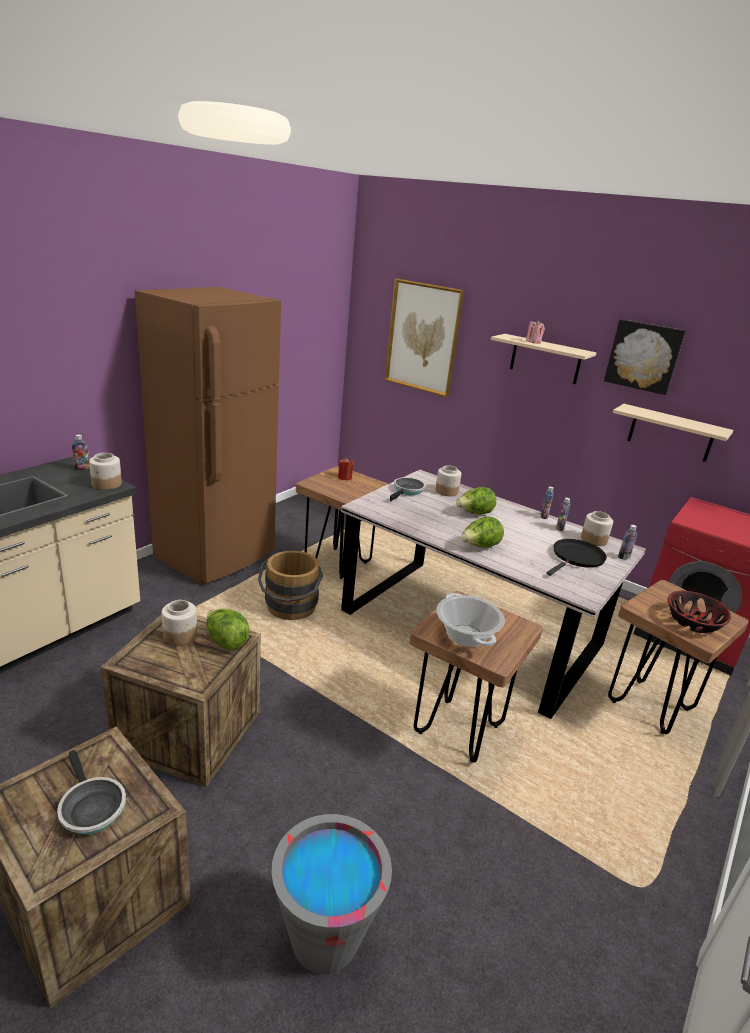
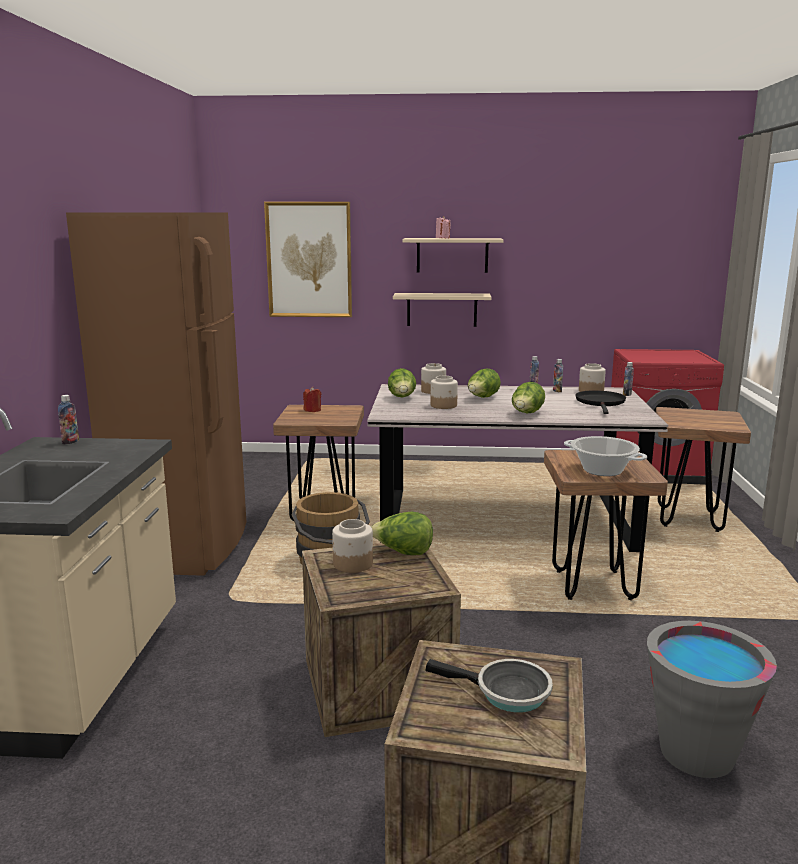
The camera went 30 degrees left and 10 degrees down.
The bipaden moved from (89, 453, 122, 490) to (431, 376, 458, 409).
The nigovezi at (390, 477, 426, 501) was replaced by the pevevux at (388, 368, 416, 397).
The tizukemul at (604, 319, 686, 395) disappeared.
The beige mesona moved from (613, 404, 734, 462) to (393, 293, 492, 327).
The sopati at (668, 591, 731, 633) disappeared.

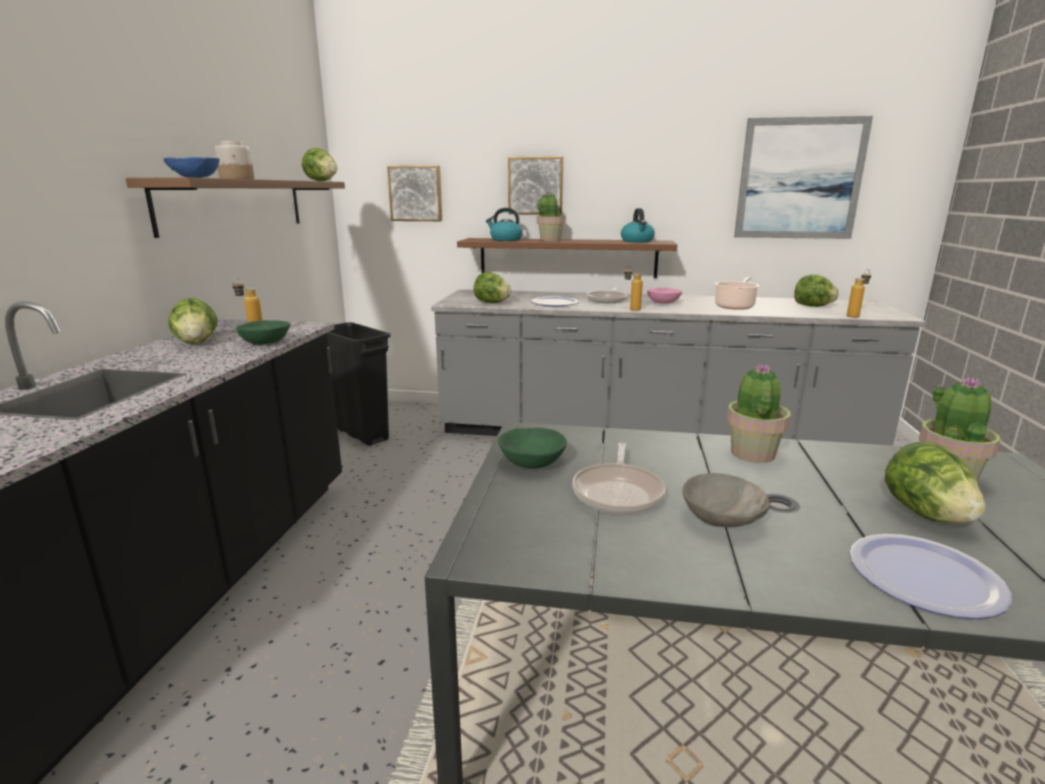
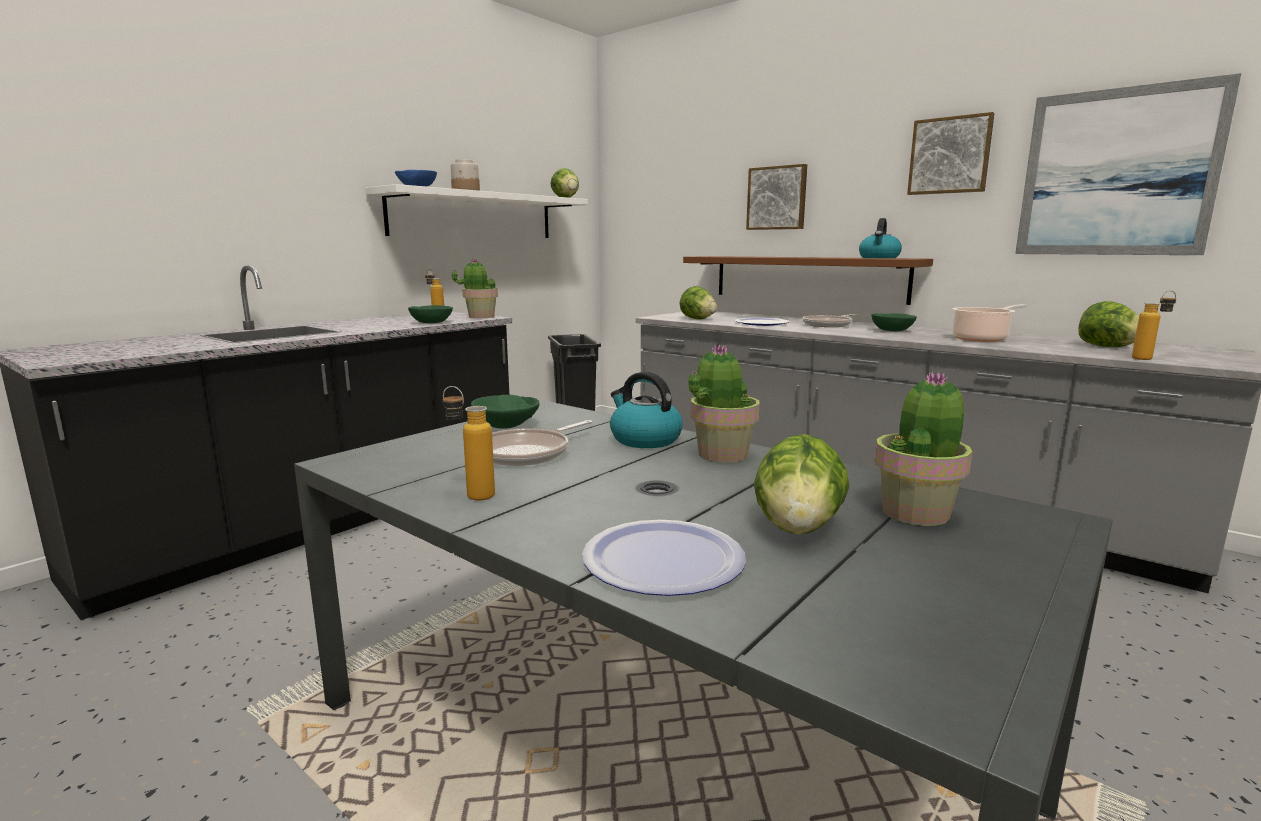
The camera went 30 degrees right and 5 degrees down.
The brown mesona at (126, 178, 345, 238) became the white mesona at (365, 184, 588, 238).
The pevevux at (168, 298, 217, 344) disappeared.
The tizukemul moved from (387, 166, 442, 221) to (907, 112, 994, 195).
The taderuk moved from (486, 208, 523, 241) to (610, 372, 683, 448).
The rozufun moved from (537, 191, 565, 241) to (452, 260, 498, 318).
The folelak moved from (624, 266, 643, 311) to (443, 386, 495, 501).
The pink sopati at (647, 288, 682, 304) became the green sopati at (871, 313, 917, 331).
The grey sopati at (682, 473, 770, 527) disappeared.

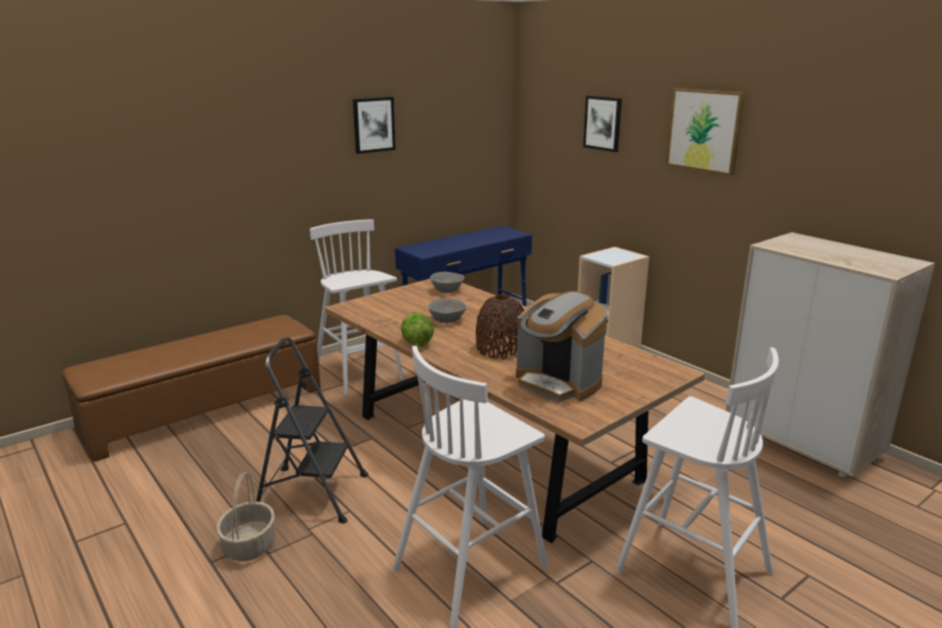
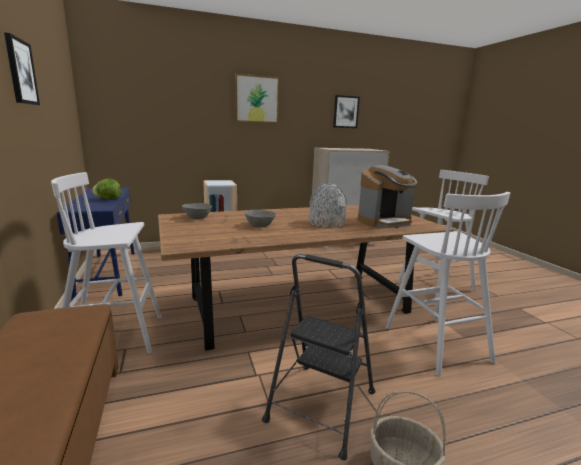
The camera went 70 degrees left and 5 degrees down.
The pevevux moved from (401, 312, 434, 347) to (92, 178, 121, 199).
The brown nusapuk at (476, 295, 524, 359) became the grey nusapuk at (309, 184, 347, 228).
The tizukemul moved from (583, 96, 622, 152) to (333, 95, 360, 128).

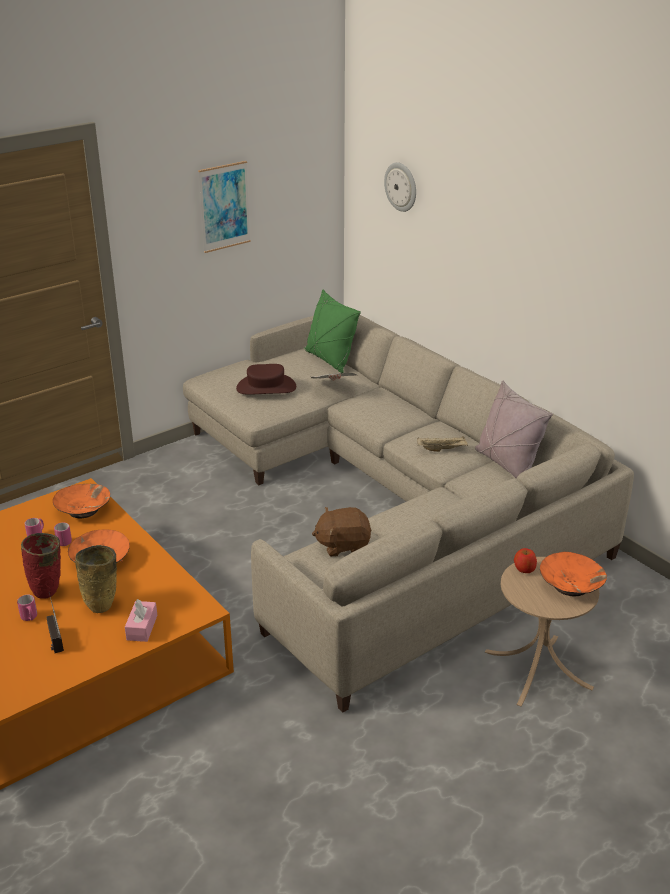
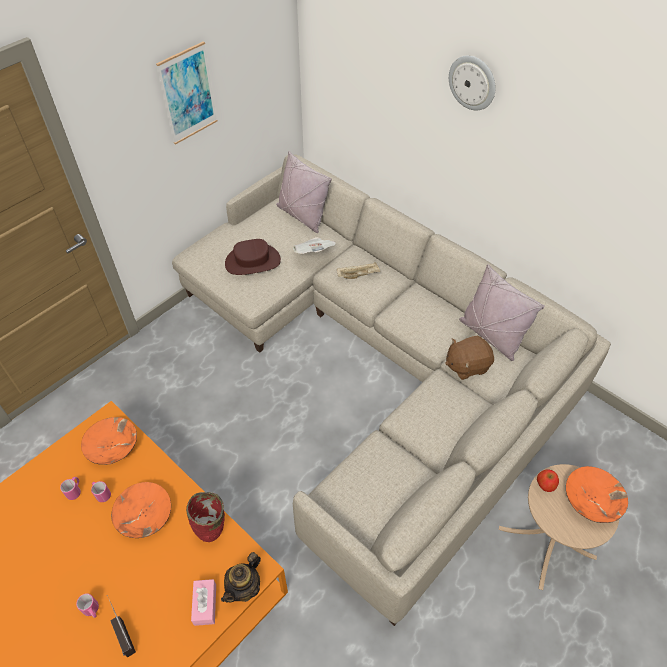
The camera went 10 degrees left and 20 degrees up.
The red nusapuk moved from (21, 533, 61, 599) to (186, 492, 225, 542).
The beige nusapuk at (75, 545, 117, 613) disappeared.
The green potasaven at (304, 289, 361, 373) became the purple potasaven at (276, 151, 332, 233).
The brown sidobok moved from (312, 507, 372, 557) to (445, 336, 494, 380).
The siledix moved from (384, 162, 416, 212) to (449, 56, 496, 110).
The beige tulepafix moved from (417, 436, 468, 452) to (337, 262, 381, 279).
The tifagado at (221, 552, 261, 603) appeared.

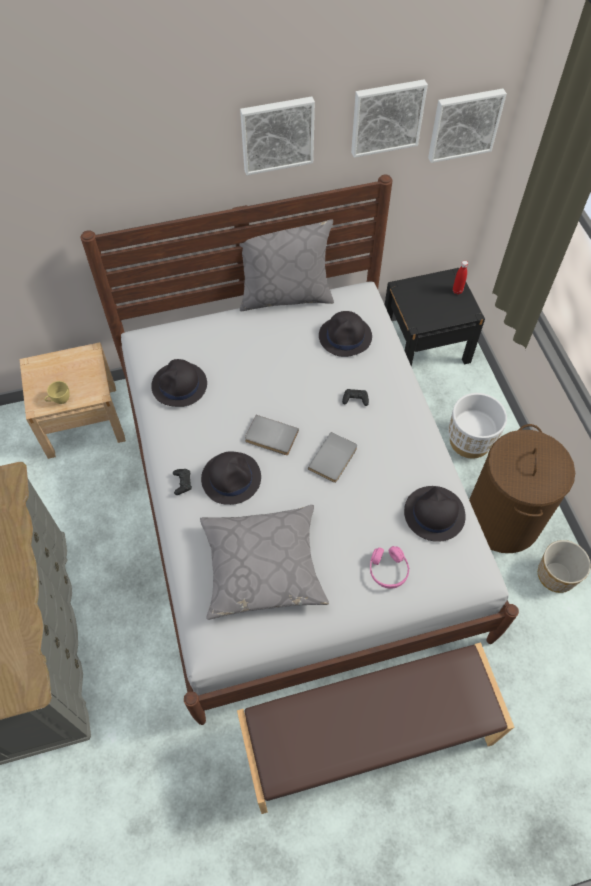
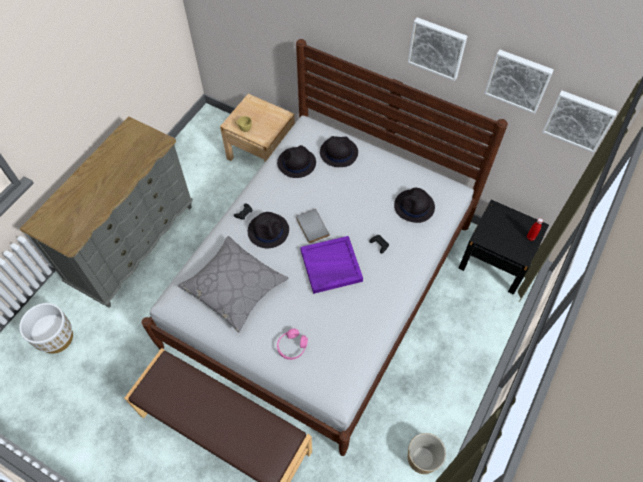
The camera went 45 degrees right and 0 degrees up.
The grey potasaven at (233, 219, 334, 311) disappeared.
The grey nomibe at (308, 432, 357, 483) was replaced by the purple tulepafix at (300, 236, 363, 294).
The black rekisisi moved from (404, 486, 466, 542) to (320, 136, 358, 167).
The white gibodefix moved from (448, 393, 507, 459) to (19, 303, 73, 354).
The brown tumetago at (469, 424, 575, 553) disappeared.

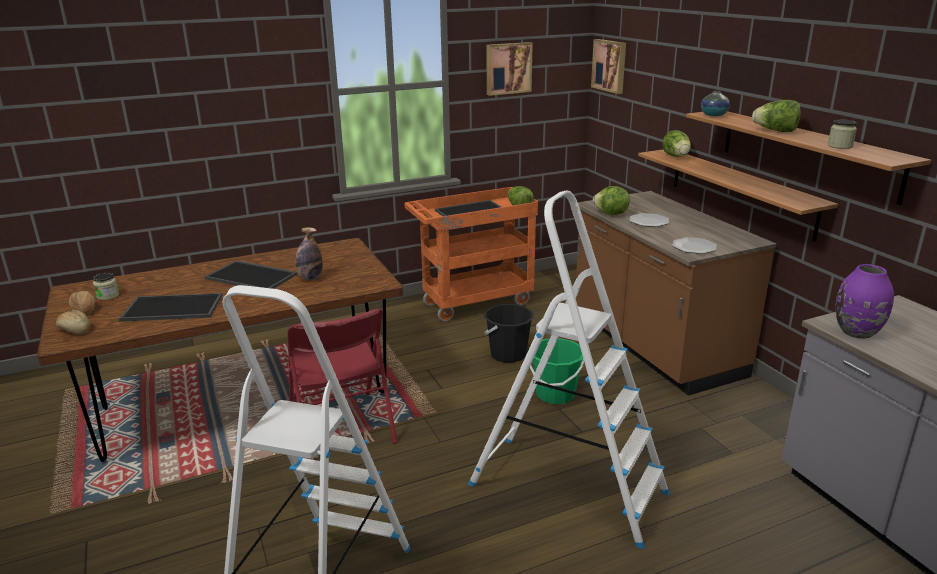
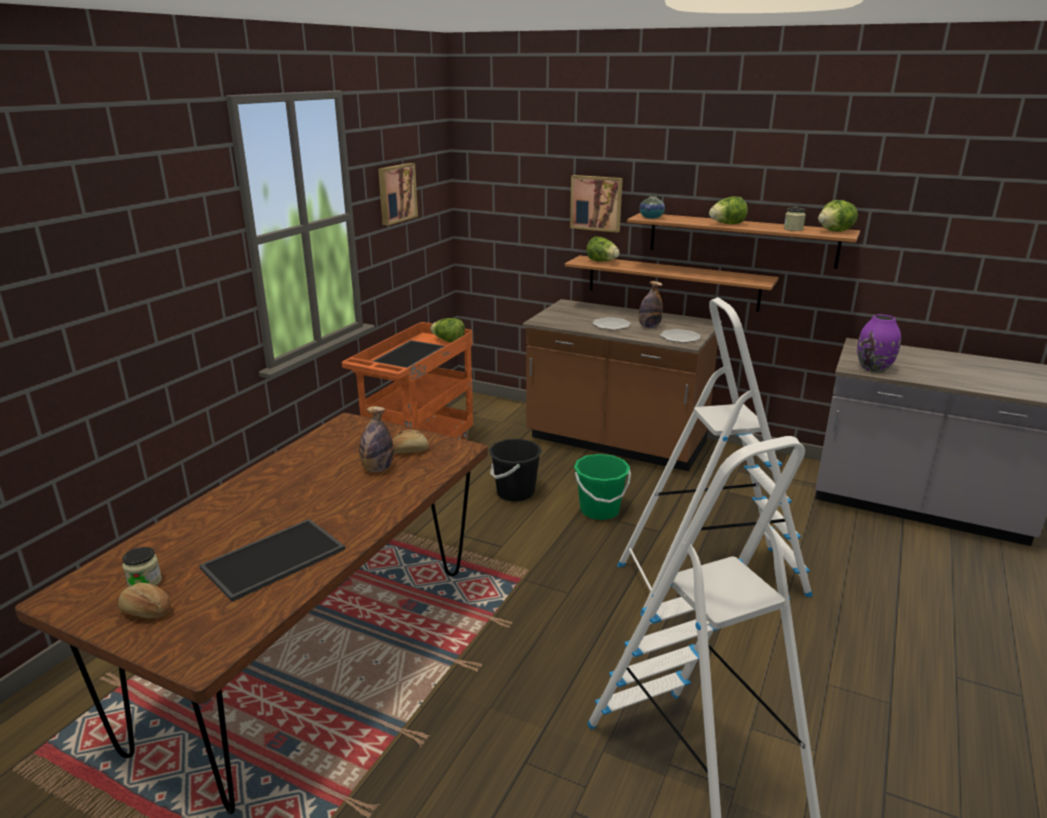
The camera went 40 degrees left and 0 degrees up.
The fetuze moved from (56, 310, 90, 335) to (392, 430, 429, 453).
The tulepafix at (205, 260, 298, 289) disappeared.
The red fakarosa at (288, 309, 398, 459) disappeared.
The tizukemul moved from (591, 39, 626, 94) to (570, 175, 623, 233).
The pevevux moved from (593, 186, 630, 215) to (818, 200, 858, 232).
The folelak at (638, 281, 663, 328) appeared.

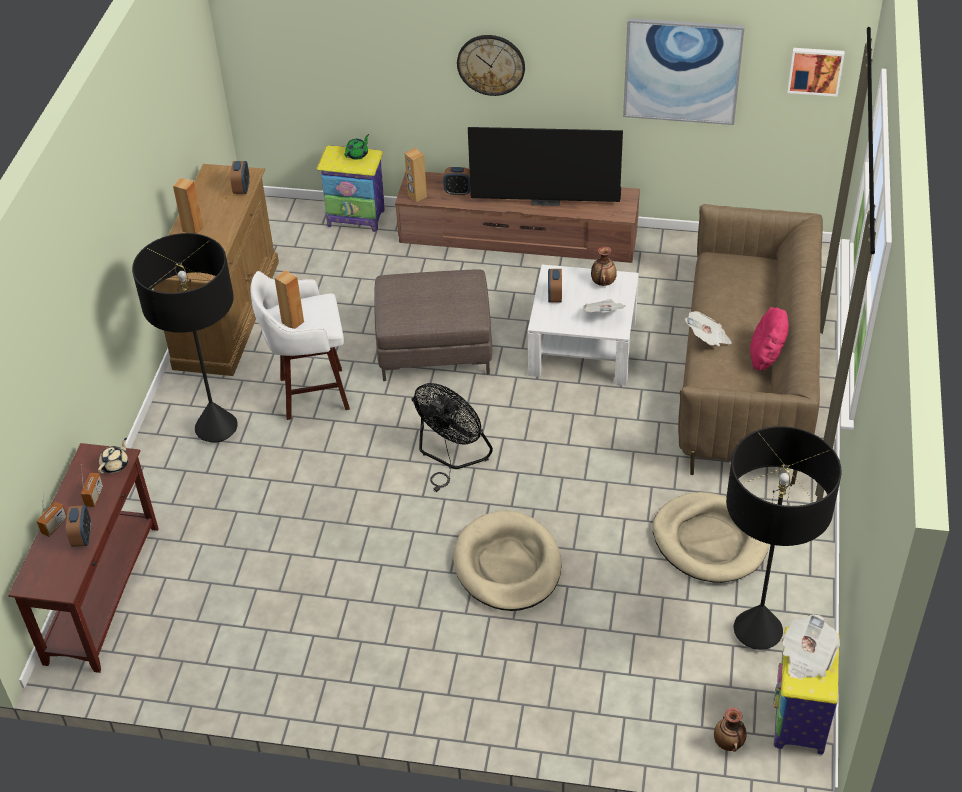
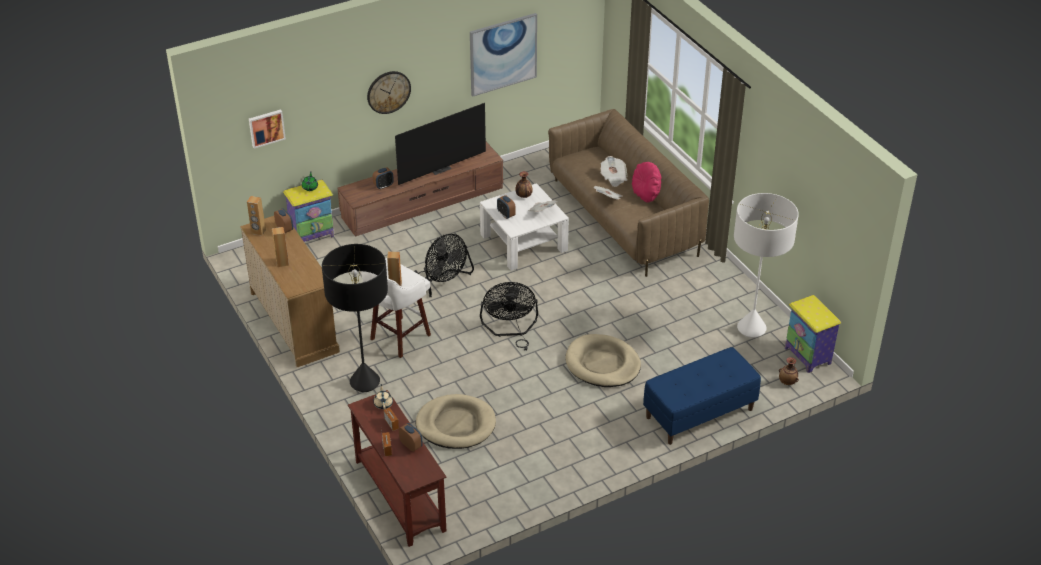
The camera went 40 degrees left and 5 degrees down.
The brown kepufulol at (374, 269, 492, 381) was replaced by the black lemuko at (414, 234, 474, 297).
The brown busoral moved from (405, 148, 427, 202) to (247, 196, 266, 236).
The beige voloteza moved from (653, 492, 769, 583) to (416, 394, 496, 449).
The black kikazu at (726, 426, 842, 650) became the white kikazu at (734, 193, 799, 338).
The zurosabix moved from (782, 614, 840, 678) to (601, 156, 628, 187).
The tizukemul moved from (787, 48, 844, 97) to (249, 109, 286, 148).
The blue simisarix at (643, 347, 761, 445) appeared.

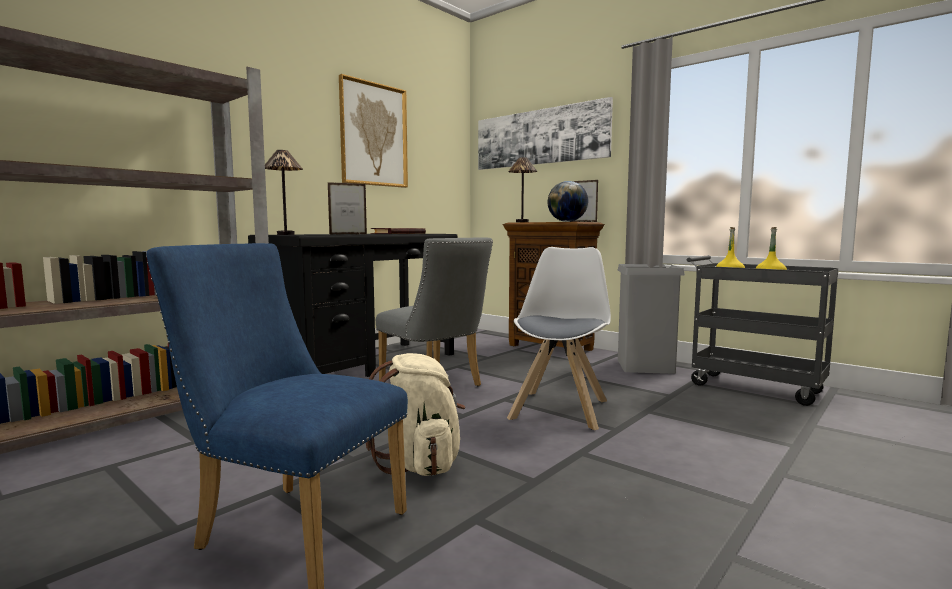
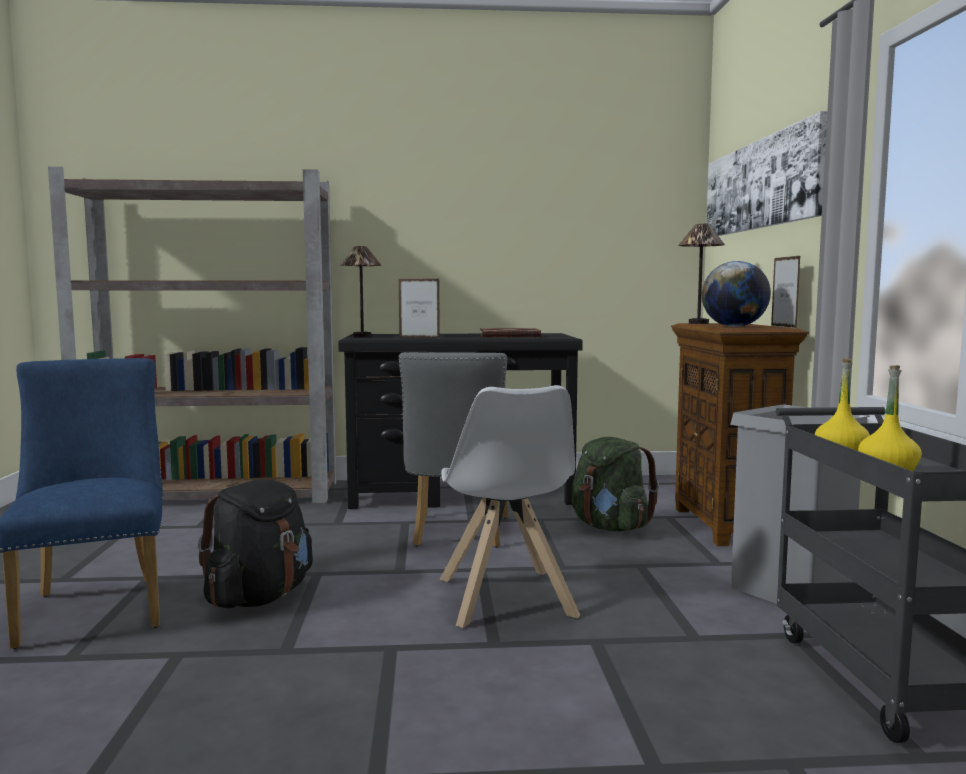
The camera went 45 degrees right and 0 degrees up.
The tizukemul at (339, 74, 408, 188) disappeared.
The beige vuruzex at (366, 353, 465, 476) became the black vuruzex at (198, 479, 313, 608).
The fakarosa at (507, 247, 611, 430) turned 105 degrees clockwise.
The green vuruzex at (572, 437, 659, 532) appeared.

